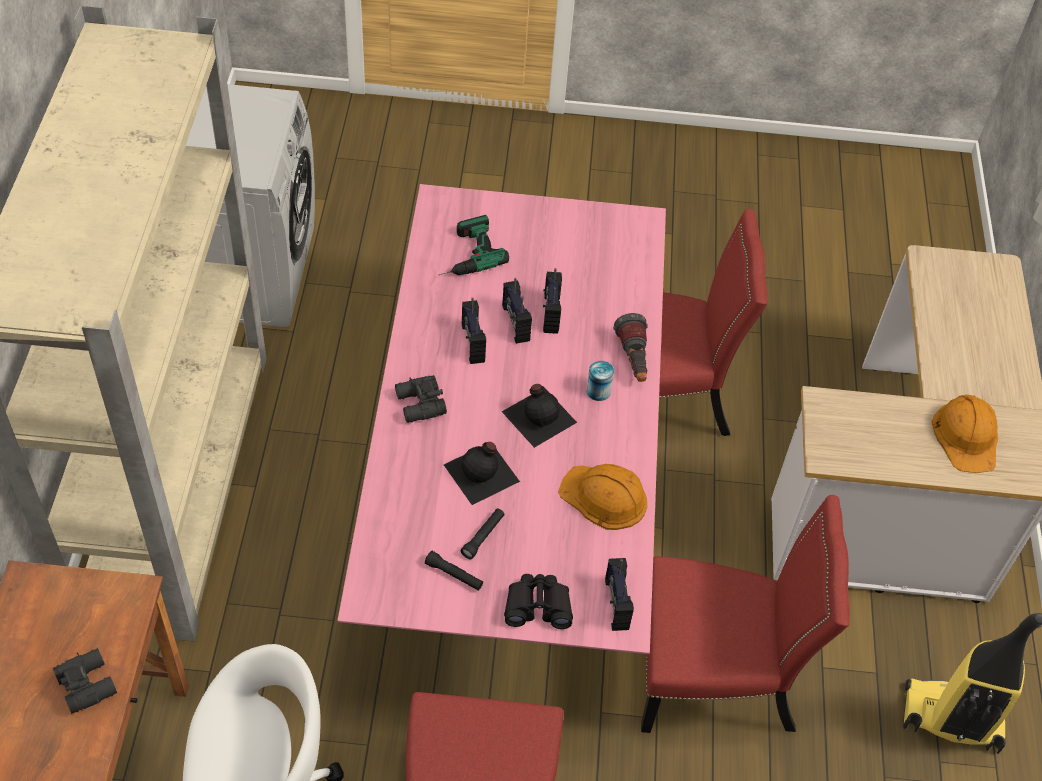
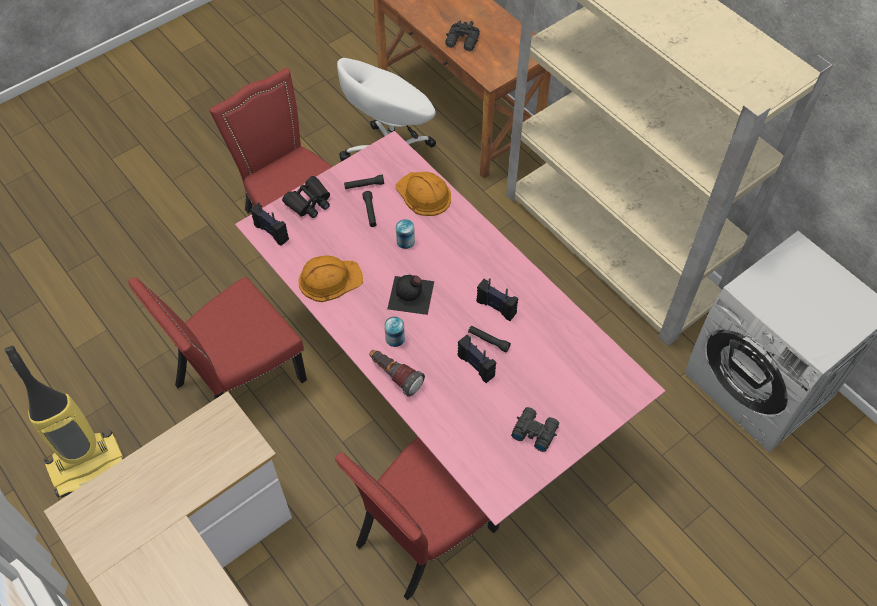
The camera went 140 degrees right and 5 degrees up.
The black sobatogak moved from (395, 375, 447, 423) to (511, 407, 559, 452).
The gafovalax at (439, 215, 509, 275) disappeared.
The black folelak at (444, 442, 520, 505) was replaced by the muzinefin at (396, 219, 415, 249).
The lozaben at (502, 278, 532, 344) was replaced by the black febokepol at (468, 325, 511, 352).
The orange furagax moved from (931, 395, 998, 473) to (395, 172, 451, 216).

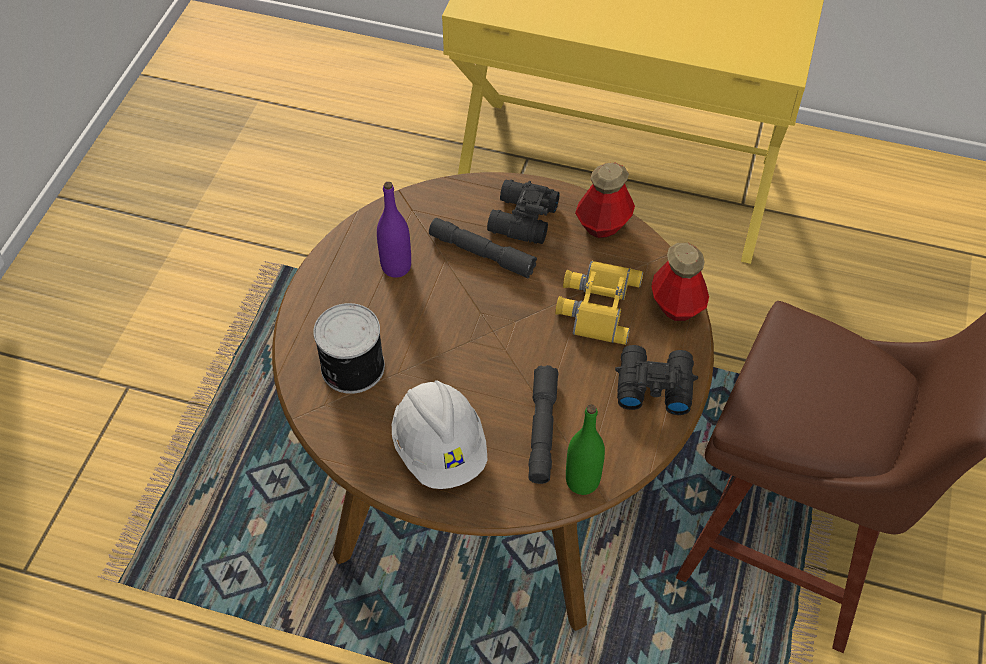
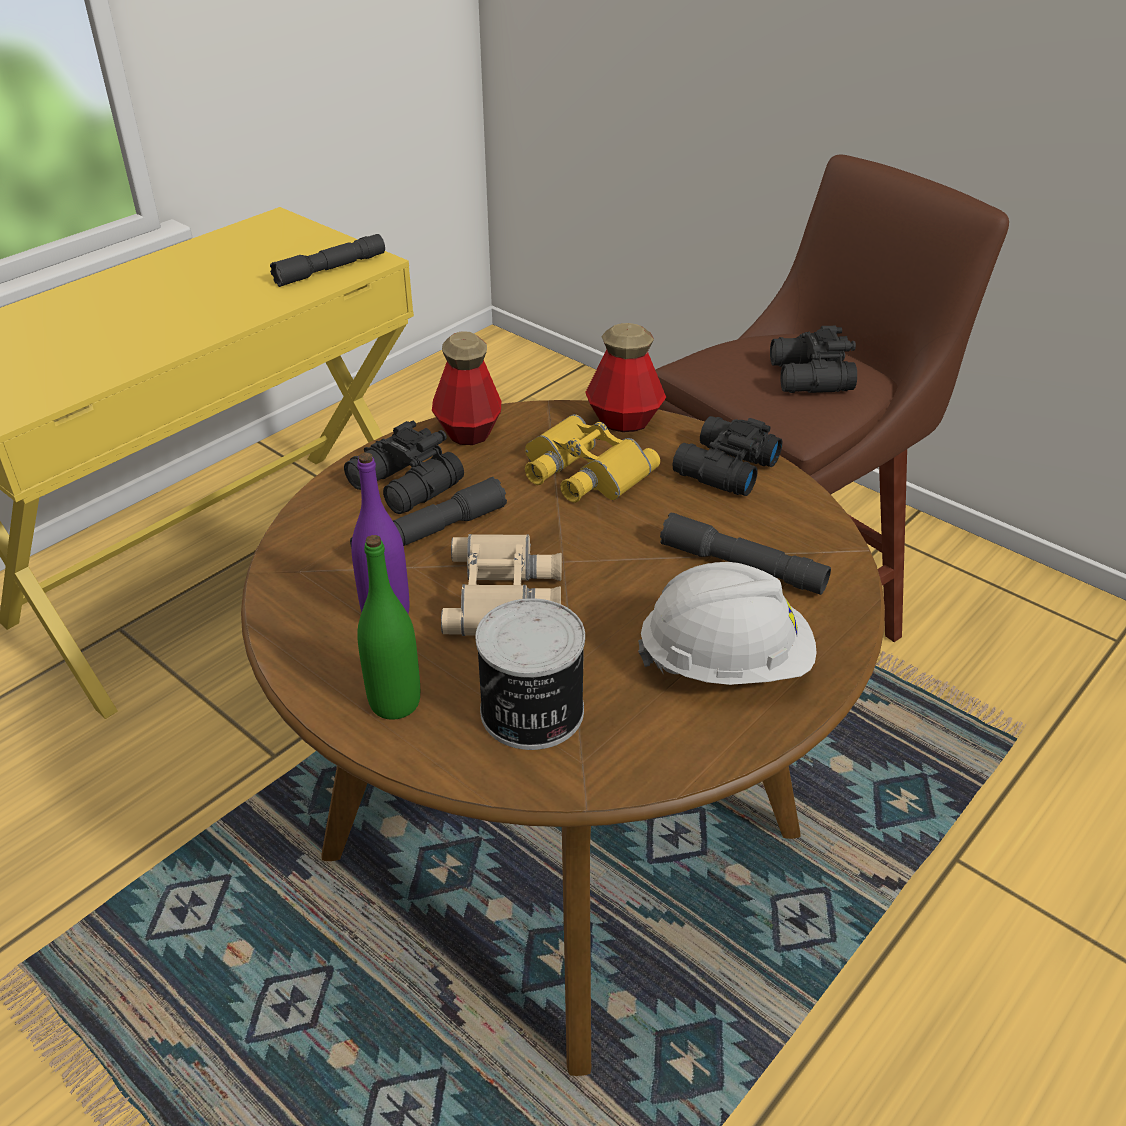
The camera went 65 degrees left and 15 degrees down.
The green folelak moved from (566, 404, 605, 495) to (357, 535, 420, 720).
The grey febokepol at (270, 234, 385, 287) appeared.
The beige sobatogak at (441, 534, 562, 636) appeared.
The black sobatogak at (770, 326, 857, 393) appeared.

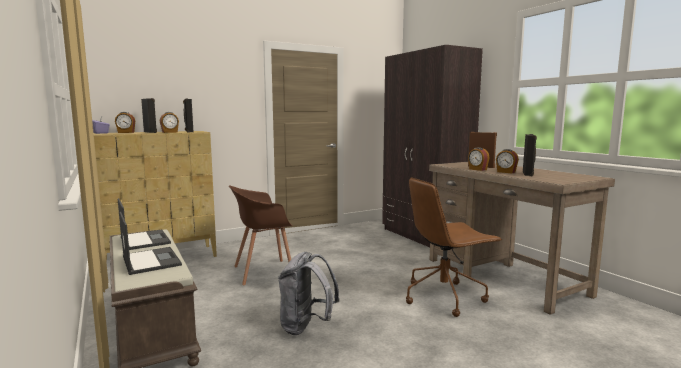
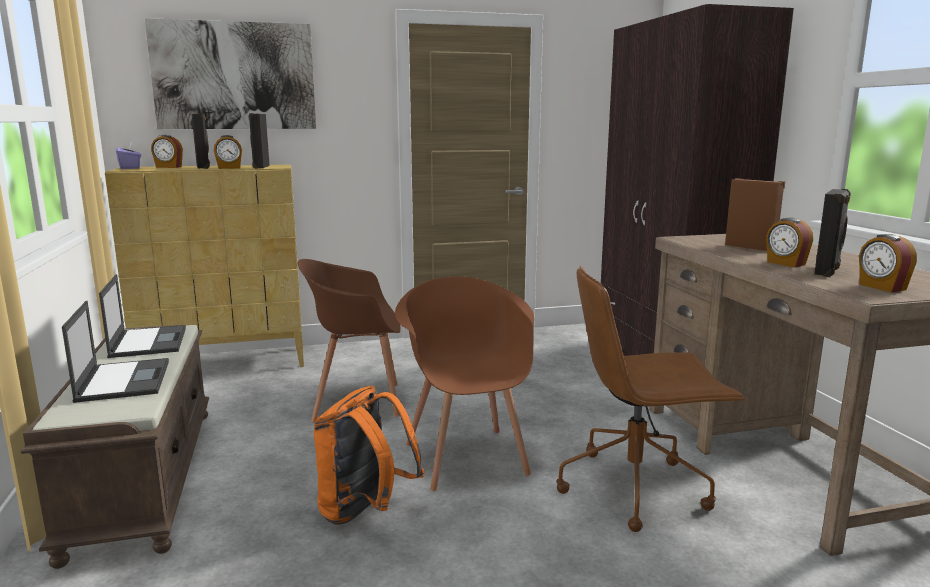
The camera went 15 degrees right and 5 degrees up.
The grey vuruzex at (278, 252, 340, 335) became the orange vuruzex at (313, 386, 424, 525).
The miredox moved from (468, 147, 489, 171) to (859, 234, 917, 292).
The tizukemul at (145, 18, 316, 129) appeared.
The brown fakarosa at (395, 276, 534, 491) appeared.

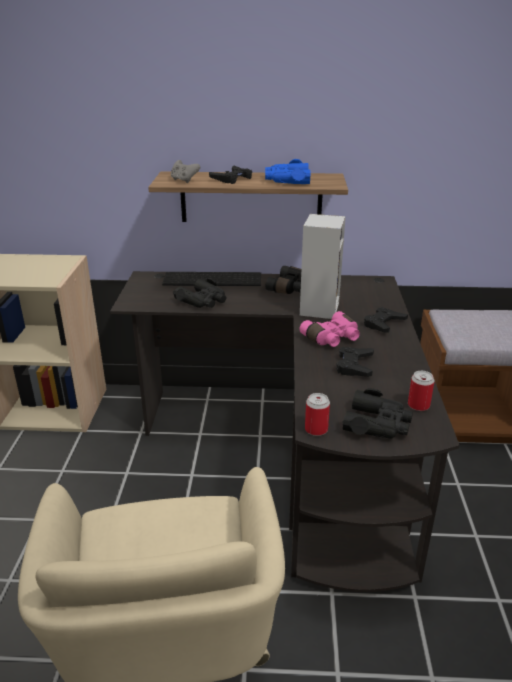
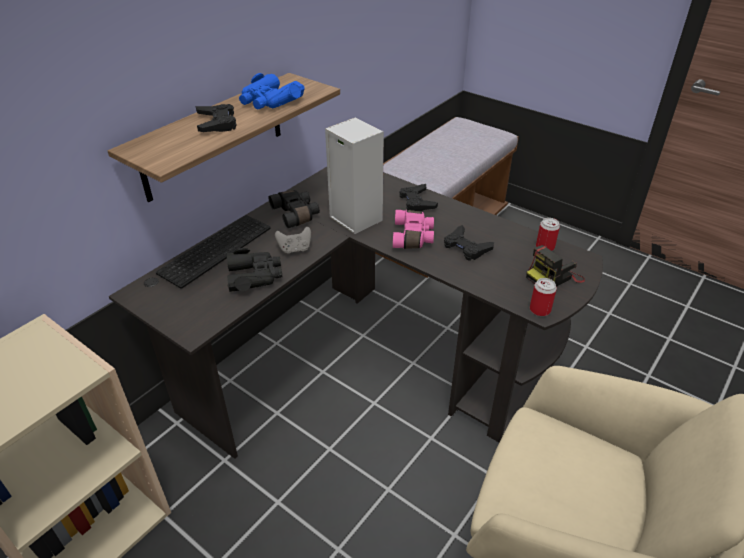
The camera went 55 degrees left and 10 degrees up.
The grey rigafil moved from (171, 160, 200, 183) to (275, 227, 311, 254).
The black sobatogak at (342, 388, 413, 438) was replaced by the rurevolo at (526, 245, 585, 287).

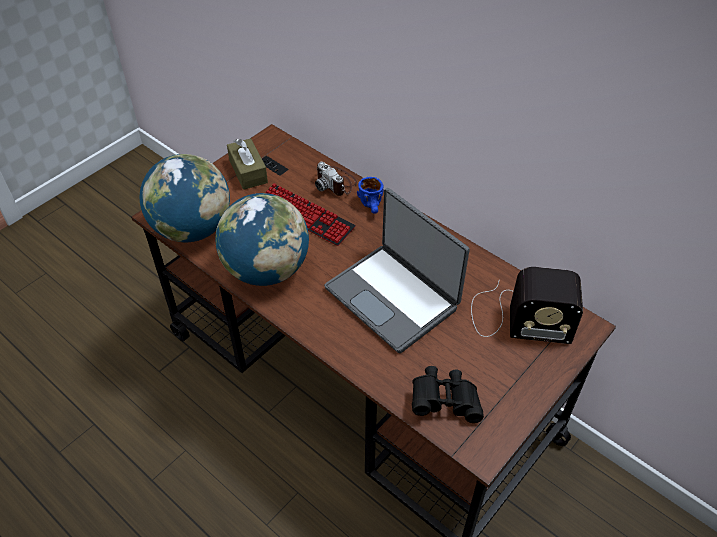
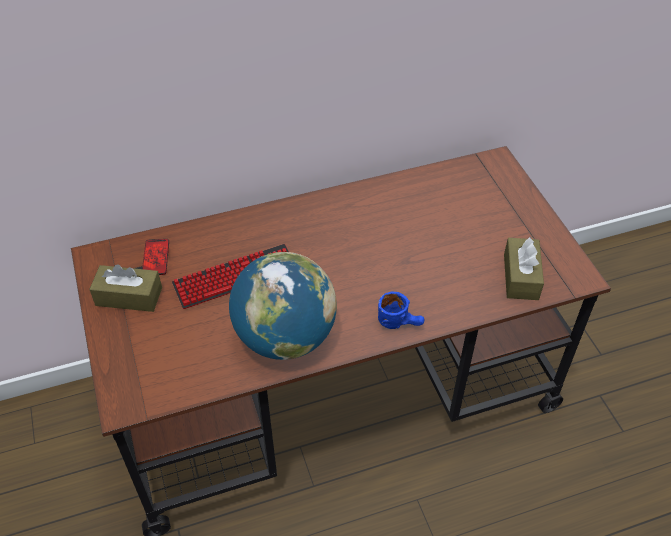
The camera went 60 degrees left and 0 degrees up.
The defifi at (140, 154, 230, 242) disappeared.
The rurevolo at (315, 162, 357, 196) disappeared.
The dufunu at (324, 188, 470, 353) disappeared.
The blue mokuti moved from (357, 177, 384, 214) to (378, 292, 425, 329).
The black sobatogak at (412, 366, 484, 423) was replaced by the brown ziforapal at (504, 237, 544, 300).
The lozaben at (471, 267, 583, 344) disappeared.
The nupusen at (142, 239, 169, 275) appeared.

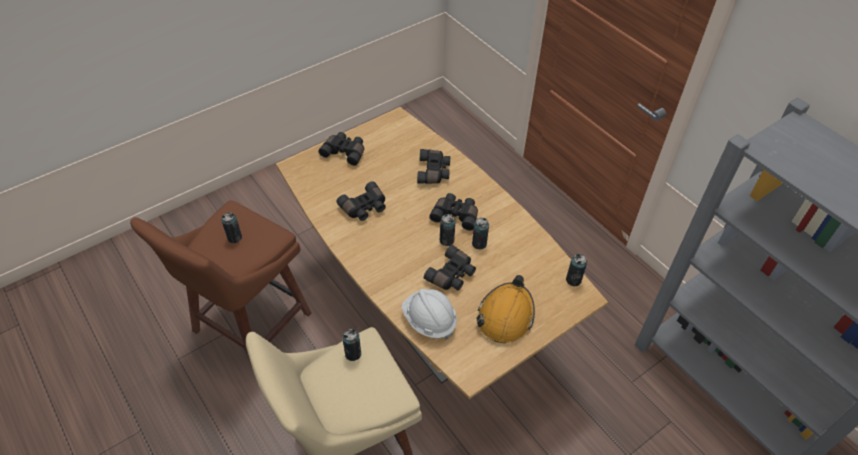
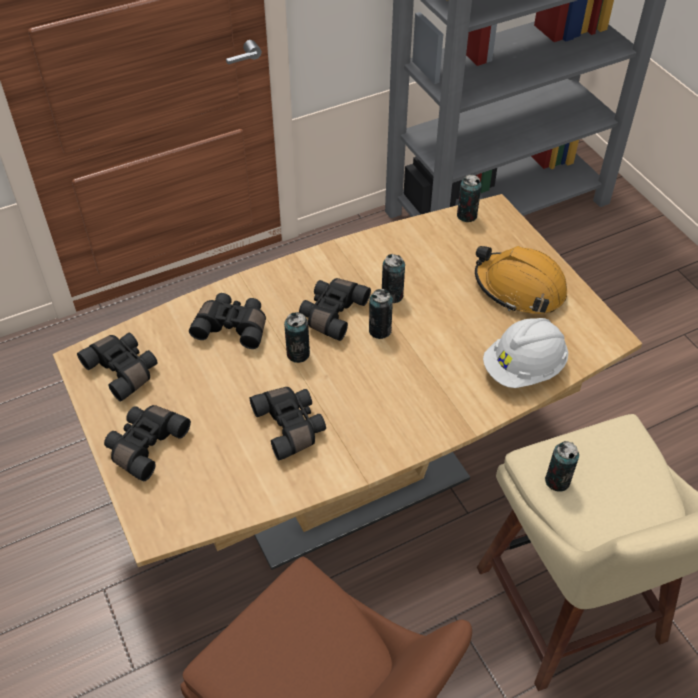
The camera went 80 degrees left and 0 degrees up.
The muzinefin moved from (221, 212, 242, 243) to (284, 312, 310, 363).
The black sobatogak moved from (424, 245, 476, 290) to (77, 333, 158, 401).

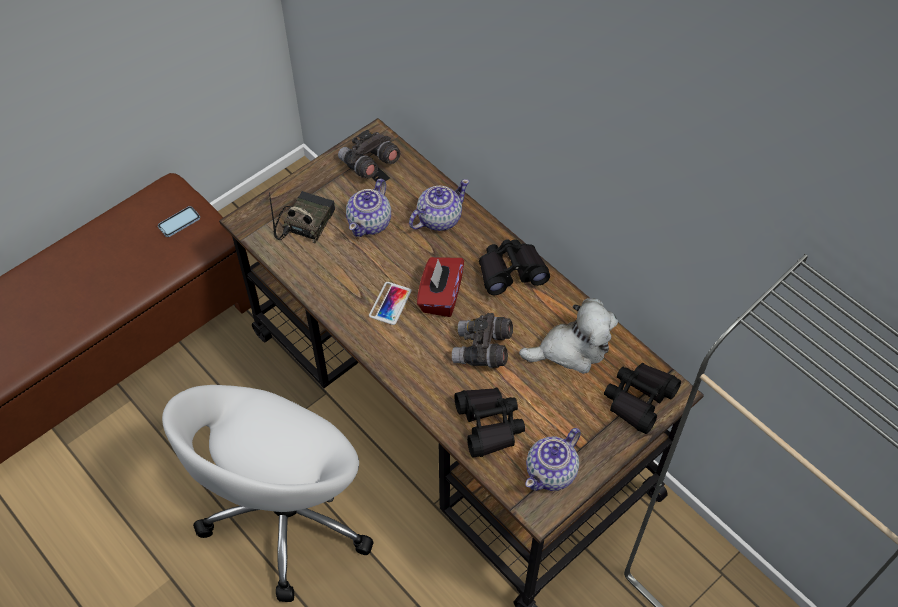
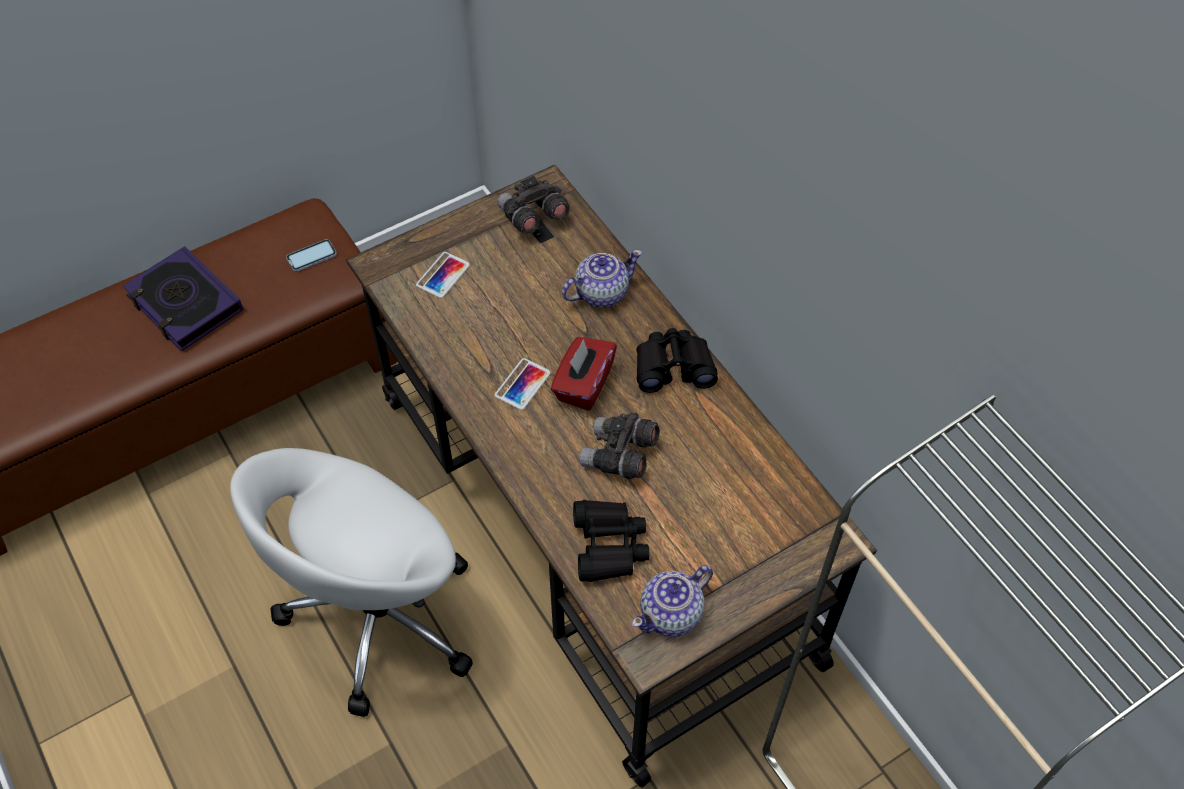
The camera went 10 degrees right and 0 degrees up.
The lozaben at (269, 191, 335, 243) was replaced by the nupusen at (416, 252, 470, 298).
The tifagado at (346, 179, 391, 237) disappeared.
The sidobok at (519, 298, 618, 374) disappeared.
The black sobatogak at (604, 363, 681, 434) disappeared.
The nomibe at (123, 246, 244, 352) appeared.

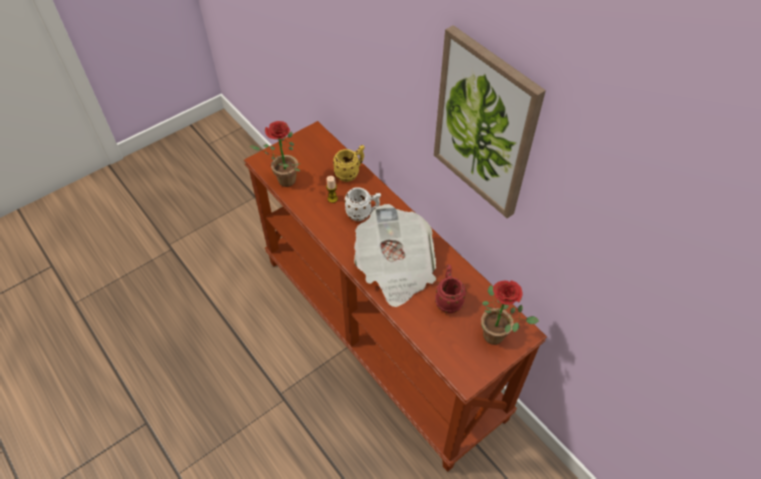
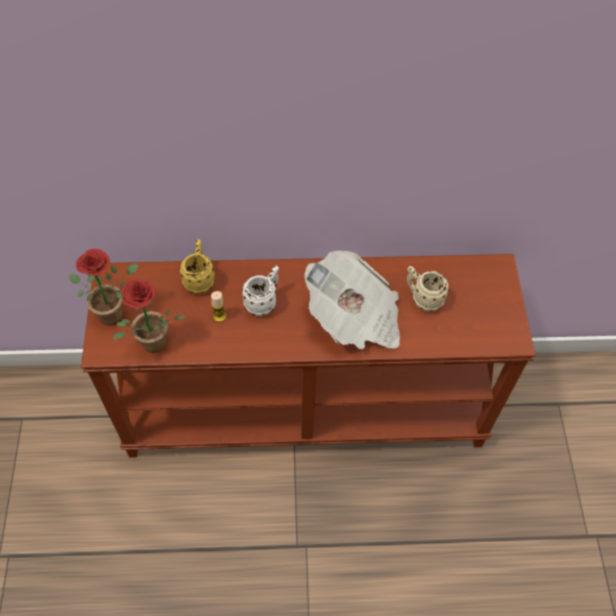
The camera went 55 degrees left and 5 degrees up.
The tizukemul at (434, 25, 546, 218) disappeared.
The red mokuti at (435, 264, 466, 313) became the beige mokuti at (407, 266, 449, 312).
The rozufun moved from (481, 280, 539, 345) to (69, 249, 138, 326).

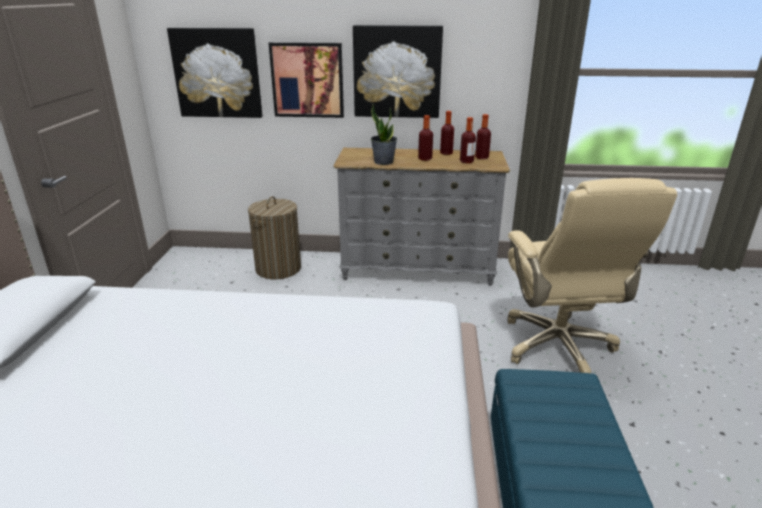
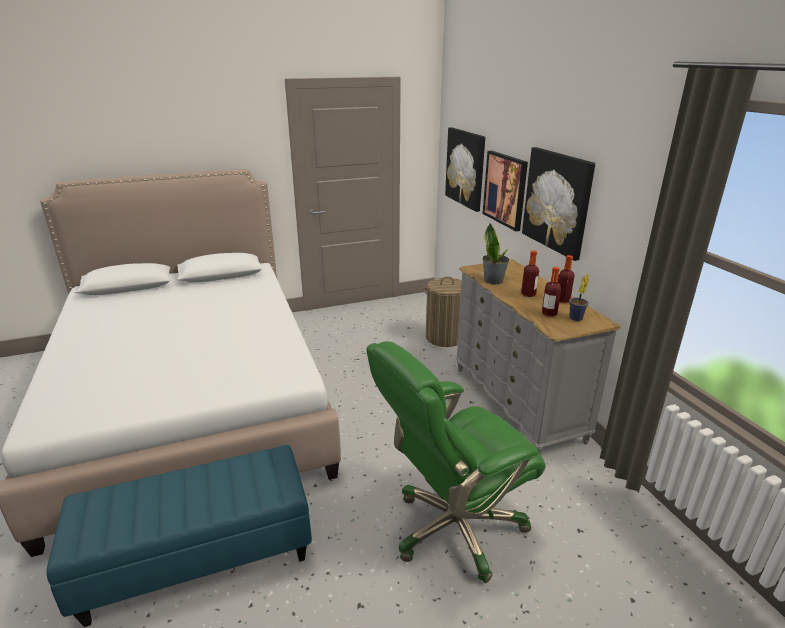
The camera went 65 degrees right and 0 degrees up.
The folelak at (475, 114, 491, 159) was replaced by the rozufun at (569, 273, 589, 321).
The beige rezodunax at (507, 178, 677, 373) became the green rezodunax at (366, 341, 546, 583).

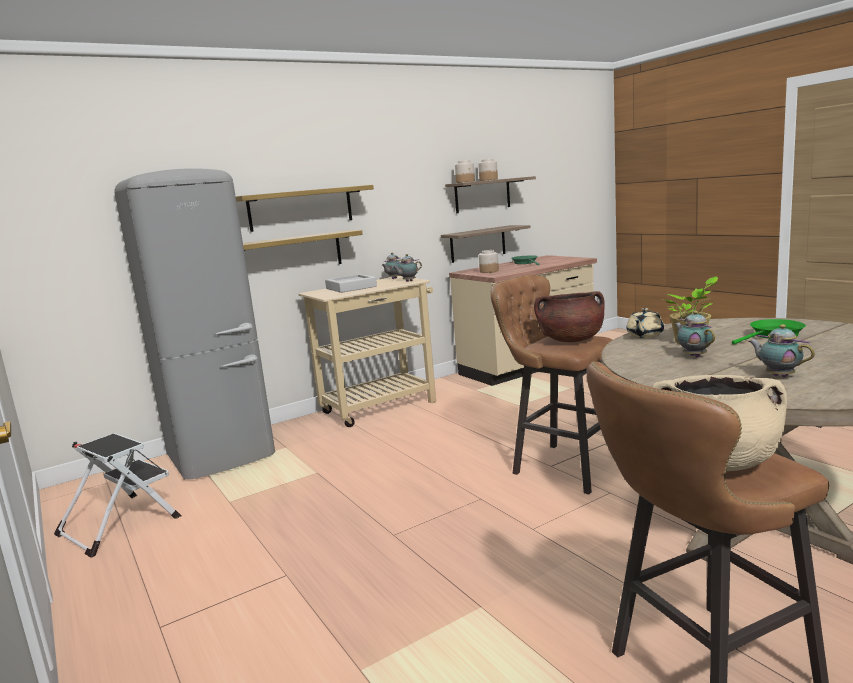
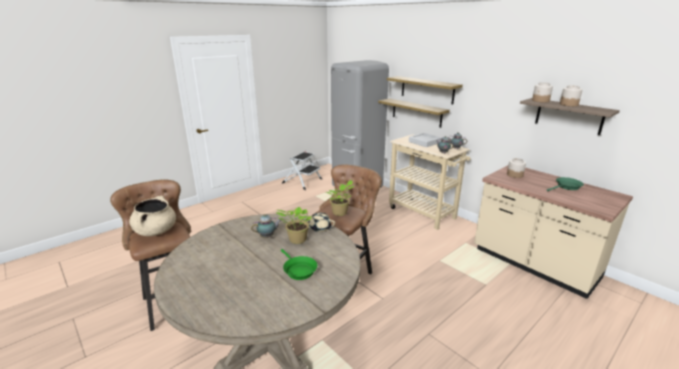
The camera went 80 degrees right and 10 degrees up.
The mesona at (441, 225, 531, 263) disappeared.
The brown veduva at (534, 291, 605, 342) was replaced by the rozufun at (326, 180, 354, 216).
The tifagado at (749, 324, 815, 378) disappeared.

